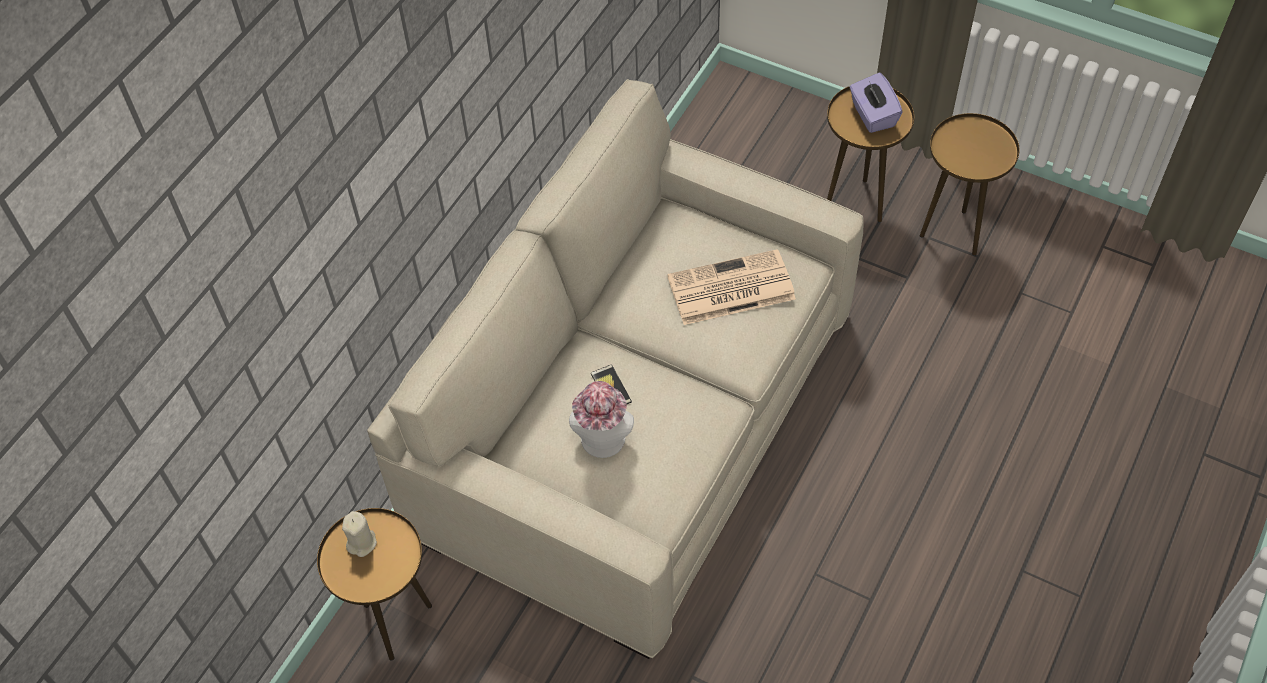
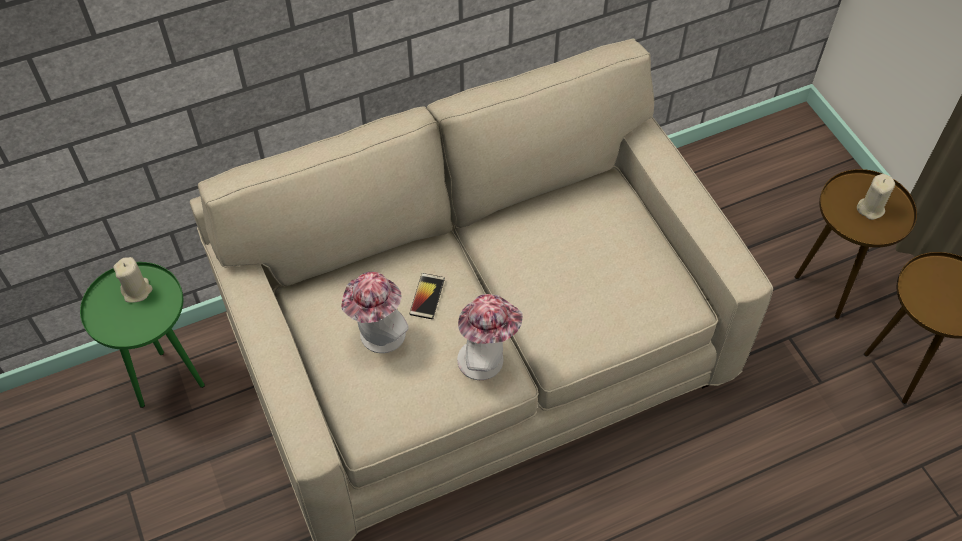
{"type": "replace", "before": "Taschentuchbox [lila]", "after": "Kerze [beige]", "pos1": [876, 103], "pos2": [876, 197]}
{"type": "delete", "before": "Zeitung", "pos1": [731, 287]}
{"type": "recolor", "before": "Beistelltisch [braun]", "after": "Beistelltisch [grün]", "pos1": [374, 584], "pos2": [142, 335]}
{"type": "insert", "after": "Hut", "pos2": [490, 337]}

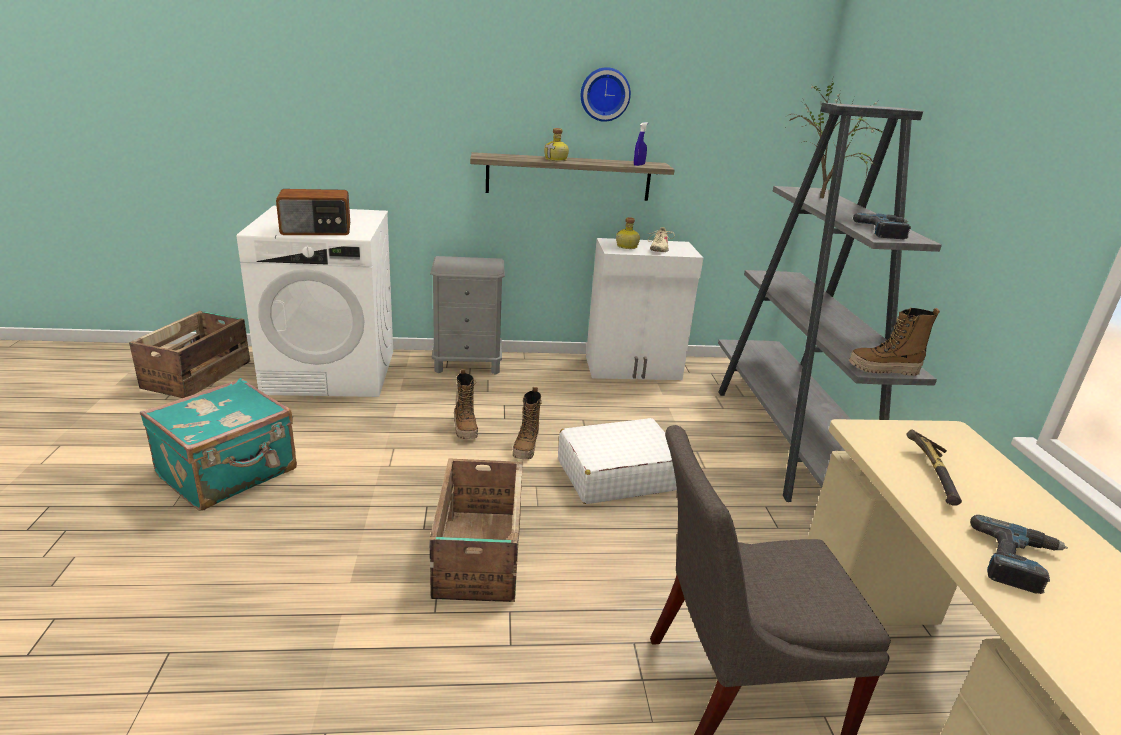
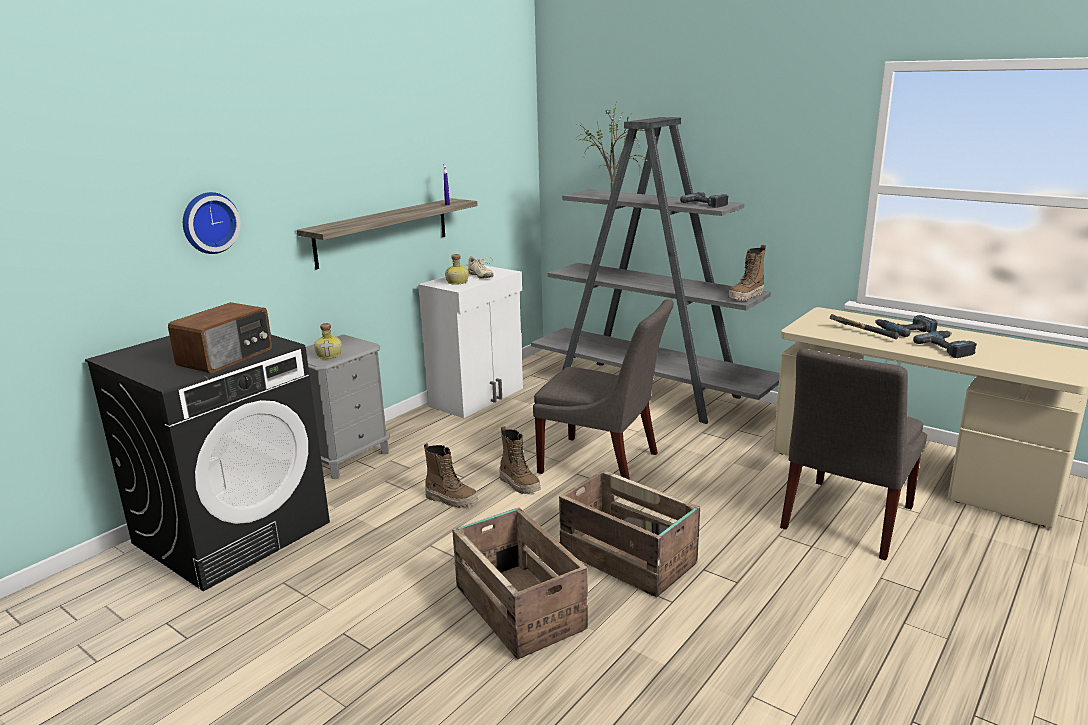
{"type": "move", "before": "Wanduhr", "pos1": [606, 94], "pos2": [212, 223]}
{"type": "move", "before": "Flasche", "pos1": [556, 144], "pos2": [328, 341]}
{"type": "recolor", "before": "Waschmaschine [weiß]", "after": "Waschmaschine [schwarz]", "pos1": [315, 301], "pos2": [207, 463]}
{"type": "move", "before": "Kiste", "pos1": [189, 354], "pos2": [520, 583]}
{"type": "delete", "before": "Koffer [türkis]", "pos1": [218, 444]}
{"type": "replace", "before": "Koffer [weiß]", "after": "Stuhl [grau]", "pos1": [617, 461], "pos2": [603, 389]}
{"type": "insert", "after": "Bohrmaschine", "pos2": [906, 326]}

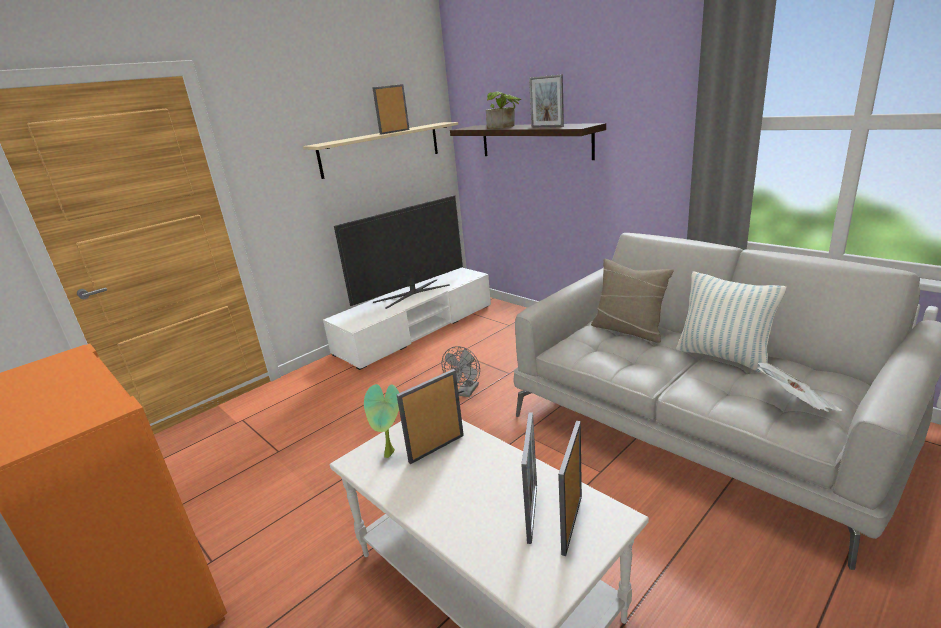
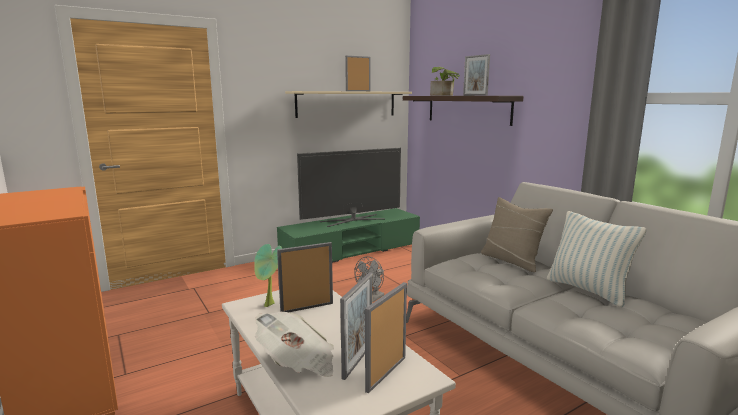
{"type": "recolor", "before": "Fernsehschrank [weiß]", "after": "Fernsehschrank [grün]", "pos1": [407, 319], "pos2": [348, 235]}
{"type": "move", "before": "Zeitung", "pos1": [800, 387], "pos2": [294, 344]}

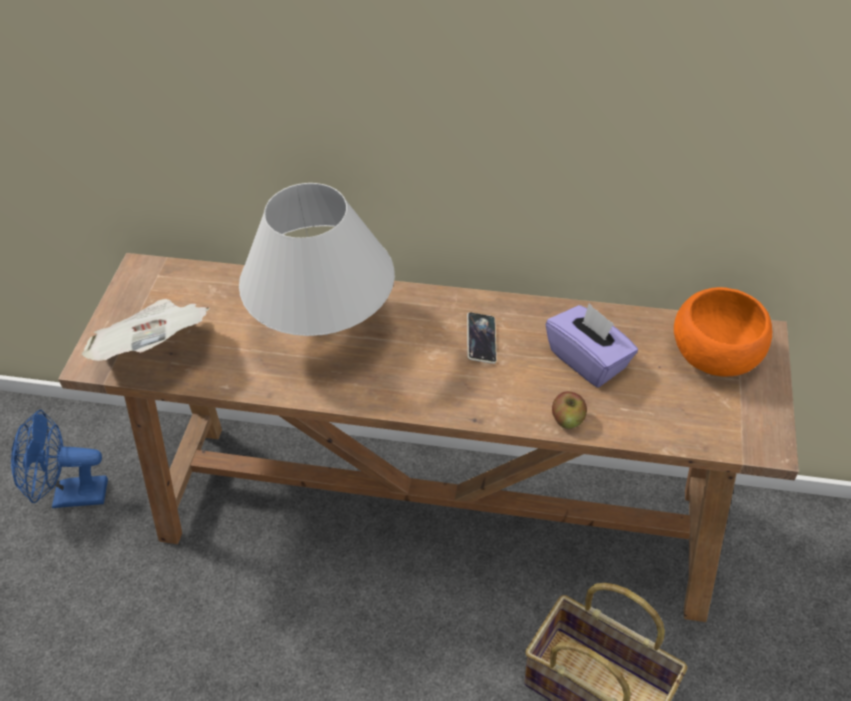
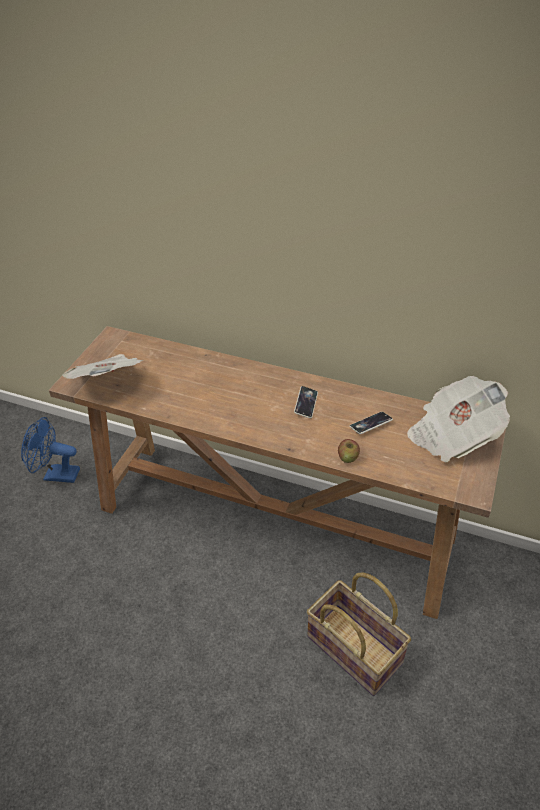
{"type": "delete", "before": "Tischlampe [weiß]", "pos1": [317, 259]}
{"type": "replace", "before": "Schüssel [orange]", "after": "Zeitung", "pos1": [723, 332], "pos2": [458, 419]}
{"type": "replace", "before": "Taschentuchbox [lila]", "after": "Handy", "pos1": [591, 345], "pos2": [371, 423]}

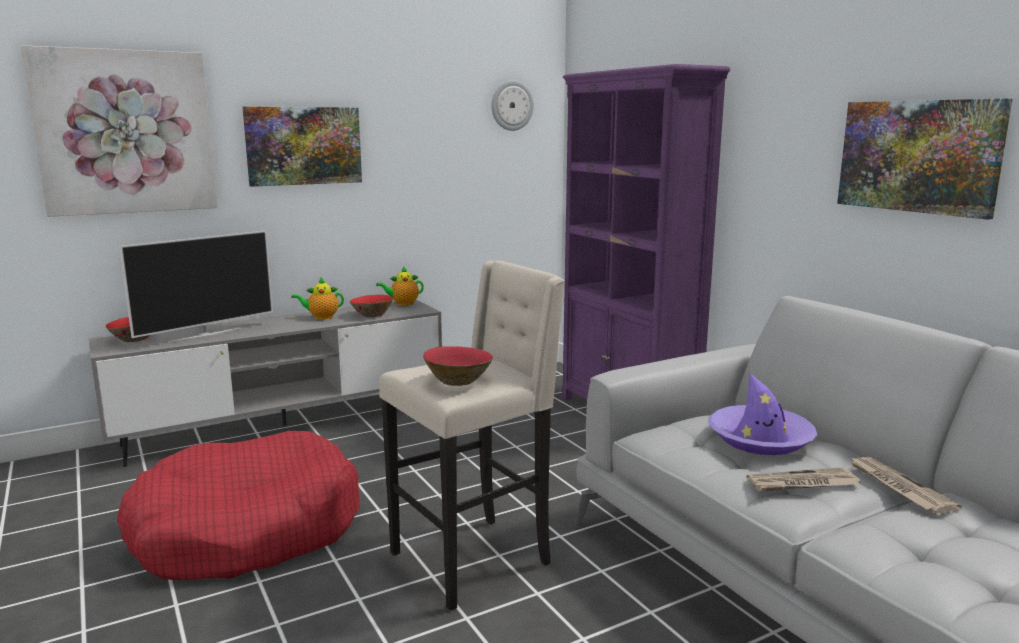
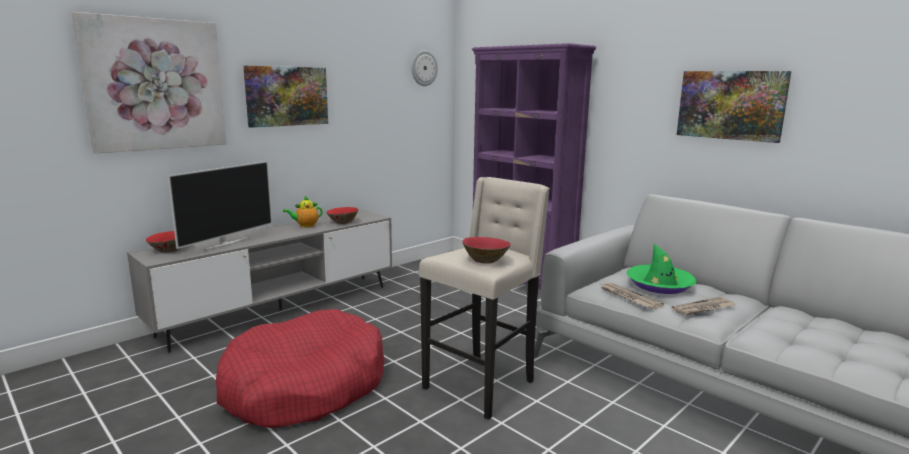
{"type": "delete", "before": "Teekanne", "pos1": [400, 286]}
{"type": "recolor", "before": "Hut [lila]", "after": "Hut [grün]", "pos1": [763, 414], "pos2": [661, 269]}
{"type": "move", "before": "Zeitung", "pos1": [906, 485], "pos2": [632, 296]}

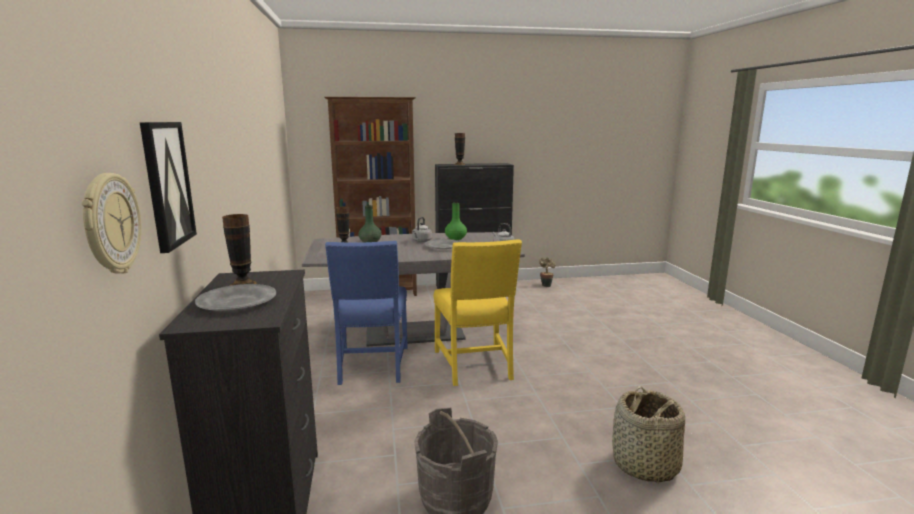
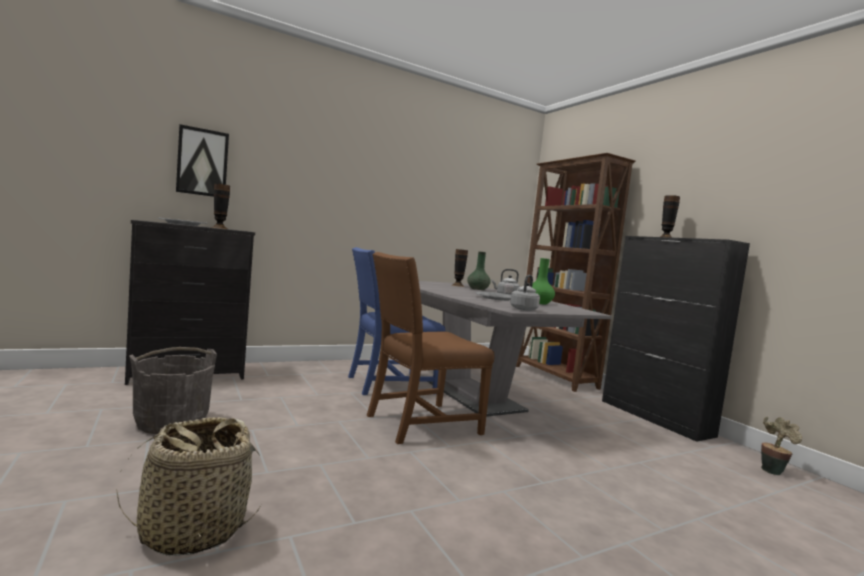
{"type": "delete", "before": "Wanduhr", "pos1": [111, 223]}
{"type": "recolor", "before": "Stuhl [gelb]", "after": "Stuhl [braun]", "pos1": [478, 312], "pos2": [431, 348]}

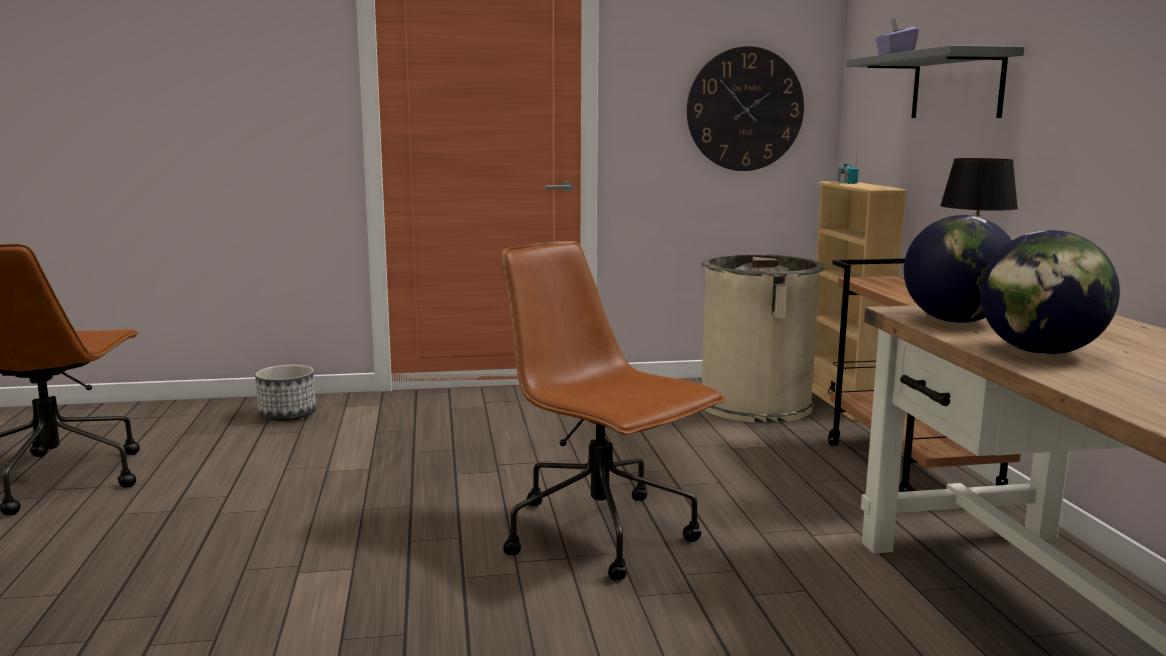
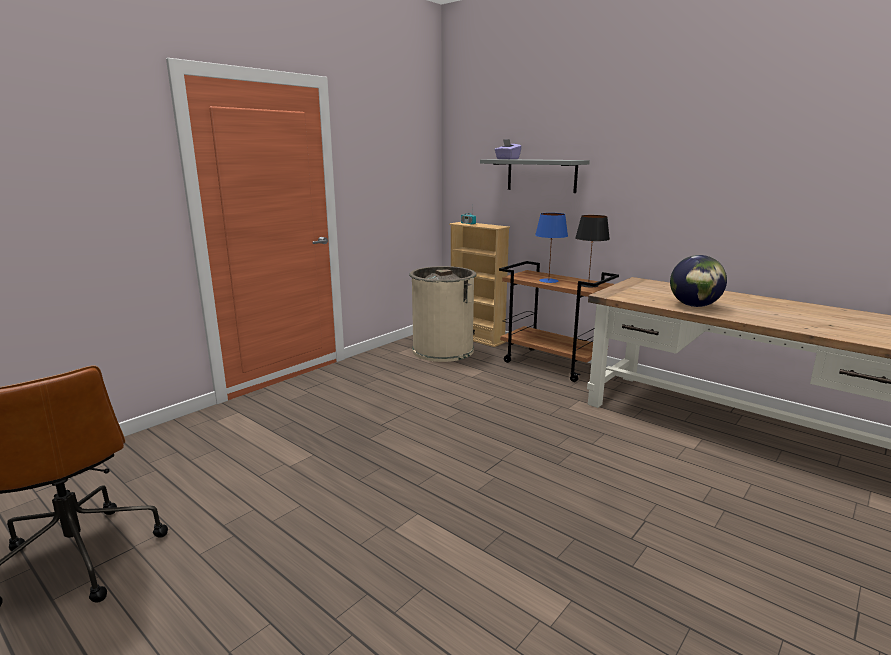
{"type": "delete", "before": "Wanduhr", "pos1": [745, 108]}
{"type": "delete", "before": "Globus", "pos1": [958, 269]}
{"type": "delete", "before": "Bürostuhl [braun]", "pos1": [613, 410]}
{"type": "delete", "before": "Pflanzkübel", "pos1": [285, 393]}
{"type": "insert", "after": "Tischlampe [blau]", "pos2": [551, 248]}

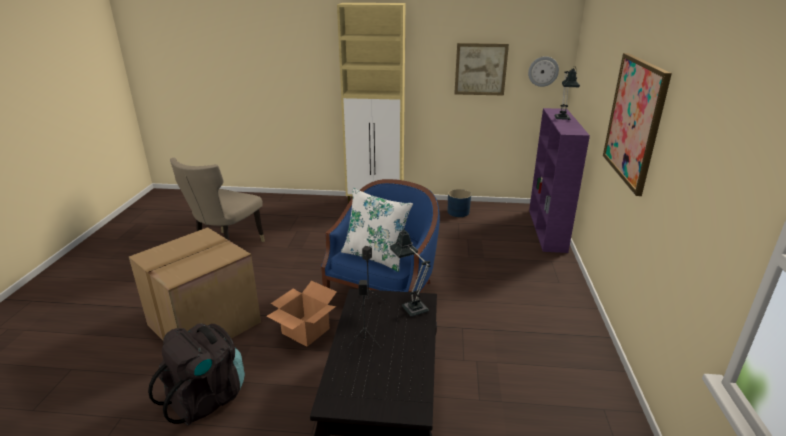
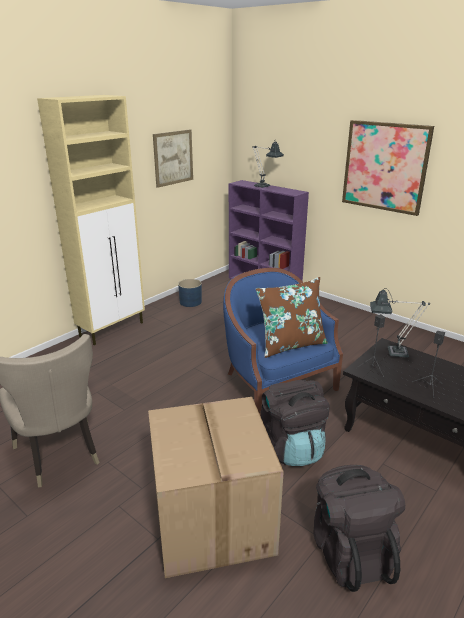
{"type": "delete", "before": "Wanduhr", "pos1": [543, 71]}
{"type": "recolor", "before": "Kissen [weiß]", "after": "Kissen [braun]", "pos1": [377, 230], "pos2": [292, 317]}
{"type": "replace", "before": "Karton", "after": "Rucksack [schwarz]", "pos1": [301, 314], "pos2": [295, 423]}

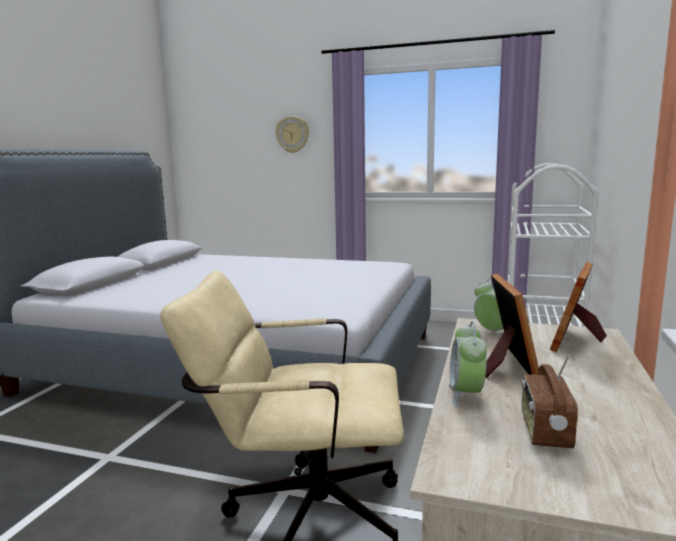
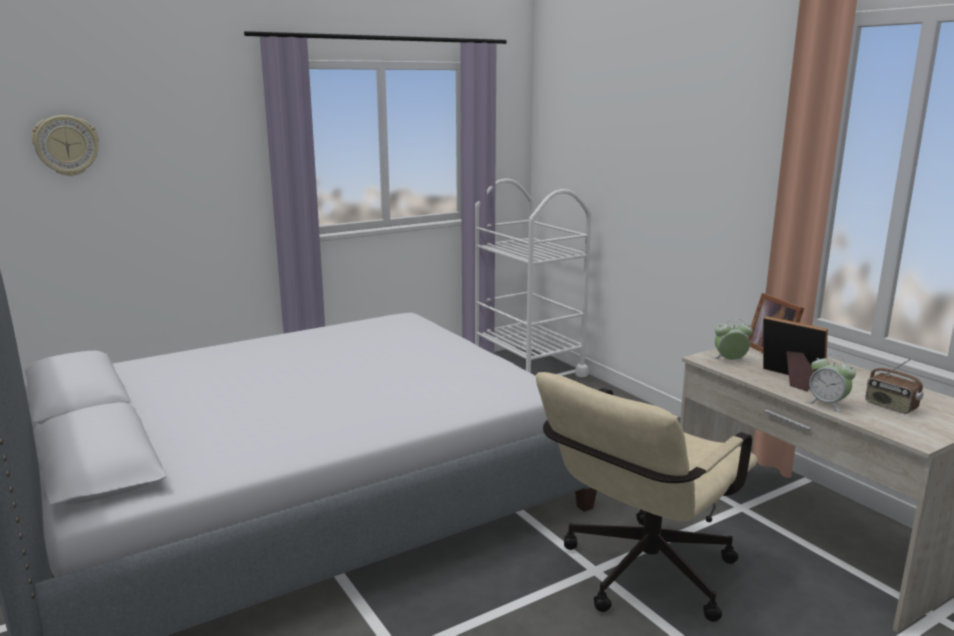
{"type": "move", "before": "Wanduhr", "pos1": [292, 134], "pos2": [65, 145]}

